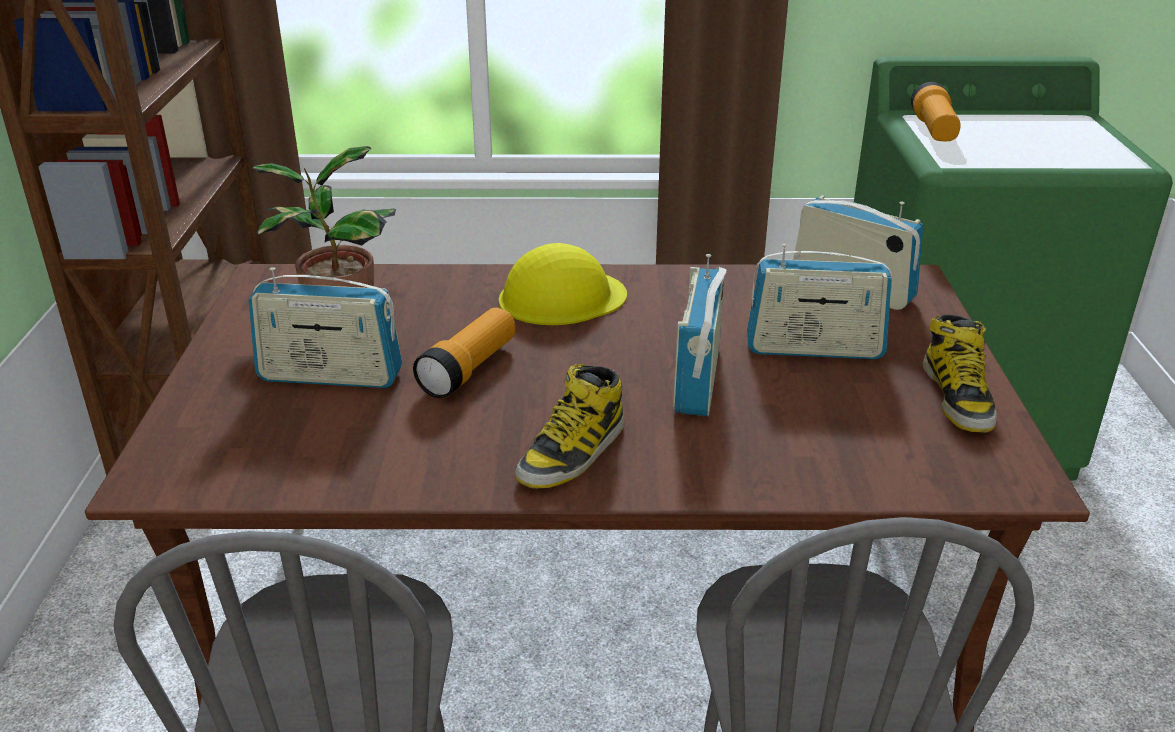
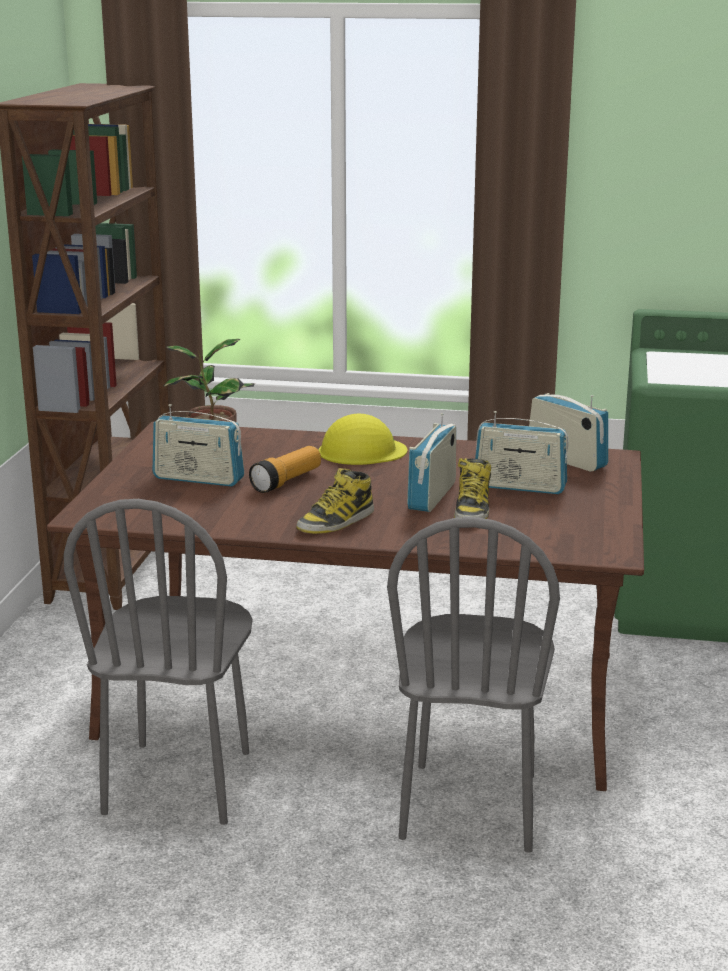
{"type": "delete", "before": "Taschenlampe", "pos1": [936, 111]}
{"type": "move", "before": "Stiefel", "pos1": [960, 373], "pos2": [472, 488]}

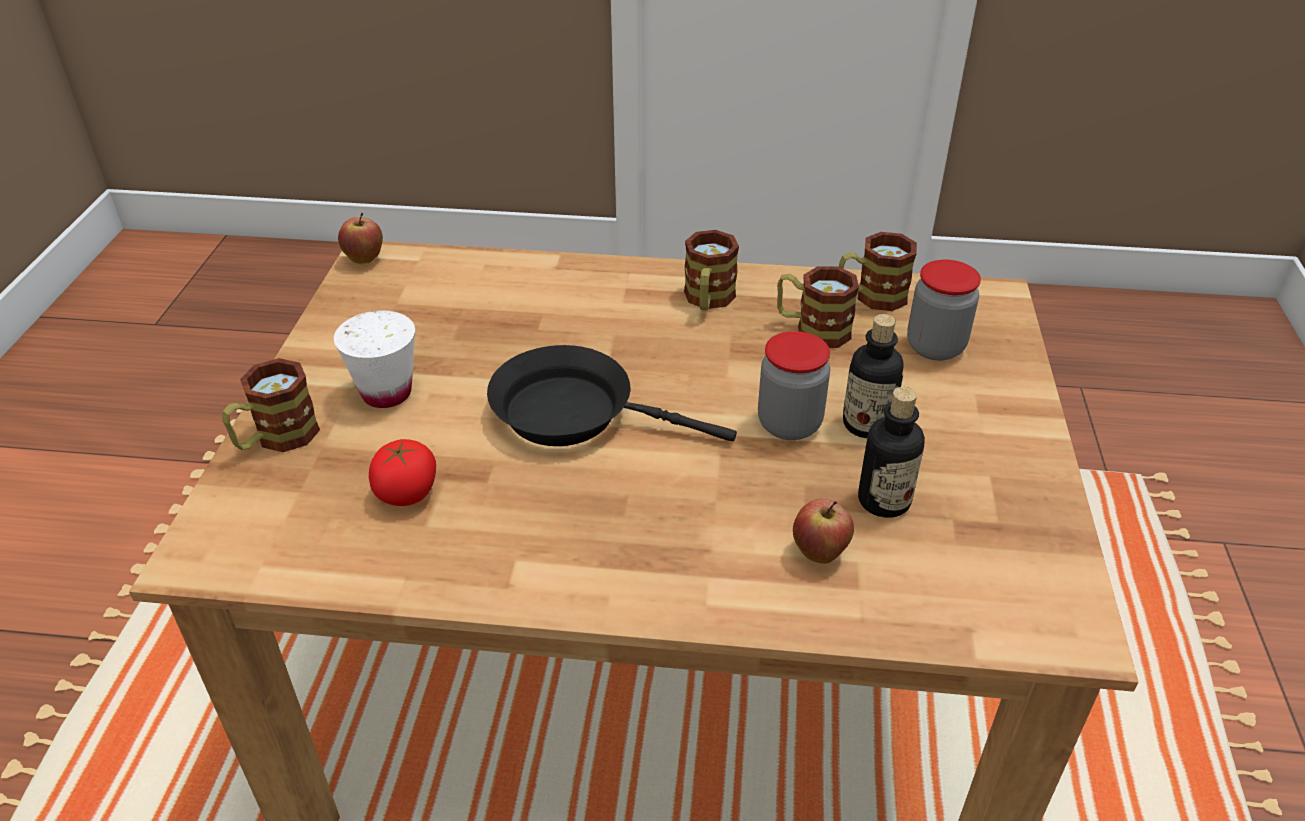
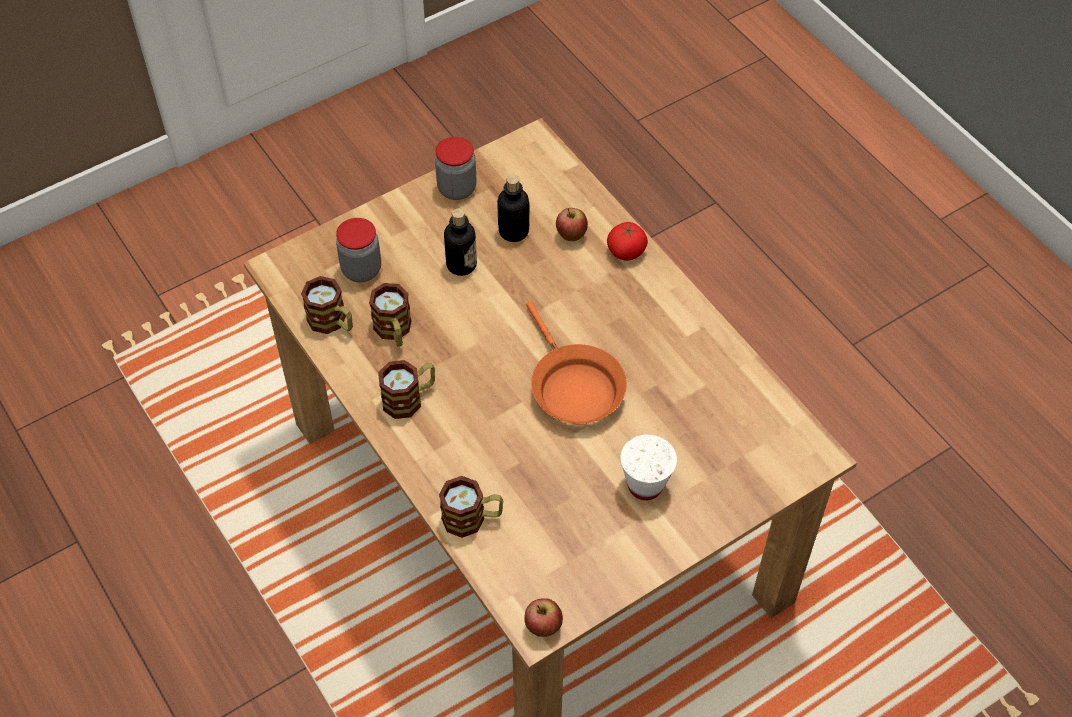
{"type": "move", "before": "Vorratsglas", "pos1": [794, 385], "pos2": [456, 168]}
{"type": "recolor", "before": "Pfanne [schwarz]", "after": "Pfanne [orange]", "pos1": [612, 395], "pos2": [576, 362]}
{"type": "move", "before": "Henkelbecher", "pos1": [271, 405], "pos2": [471, 507]}
{"type": "move", "before": "Tomate", "pos1": [402, 472], "pos2": [627, 241]}

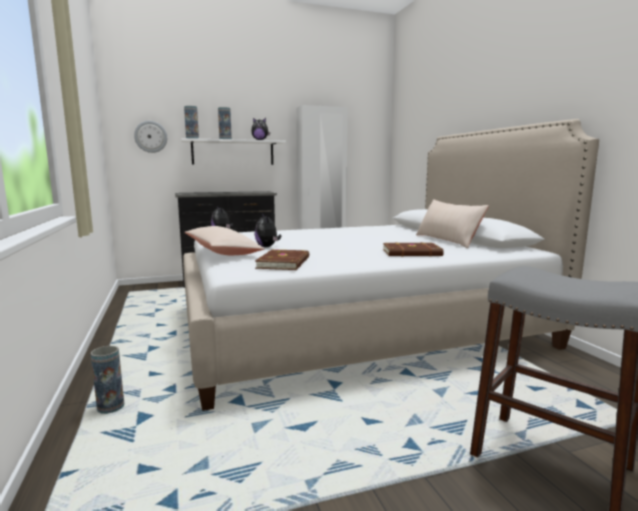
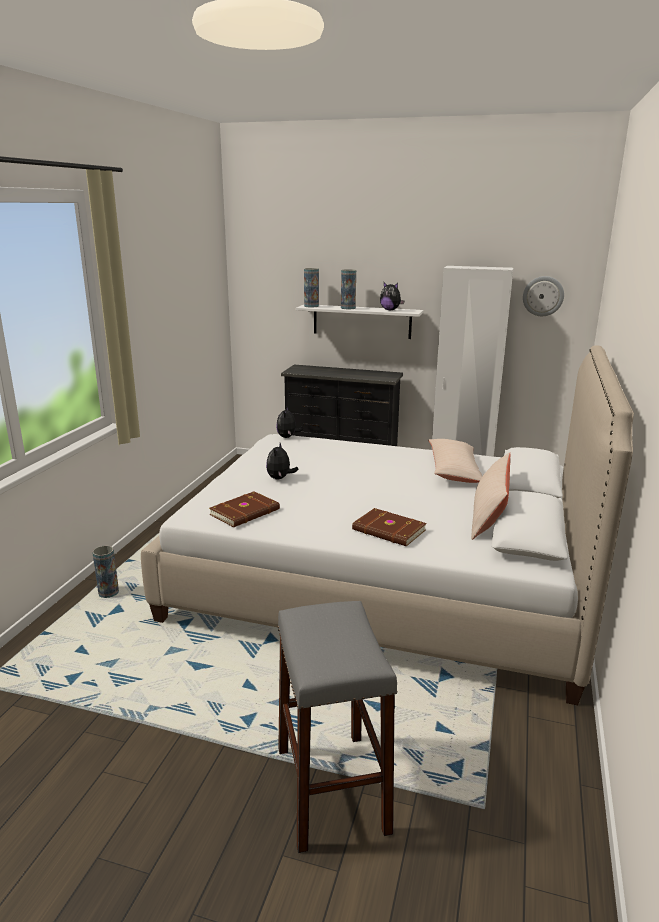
{"type": "move", "before": "Wanduhr", "pos1": [150, 137], "pos2": [543, 296]}
{"type": "move", "before": "Kissen [beige]", "pos1": [225, 240], "pos2": [455, 461]}

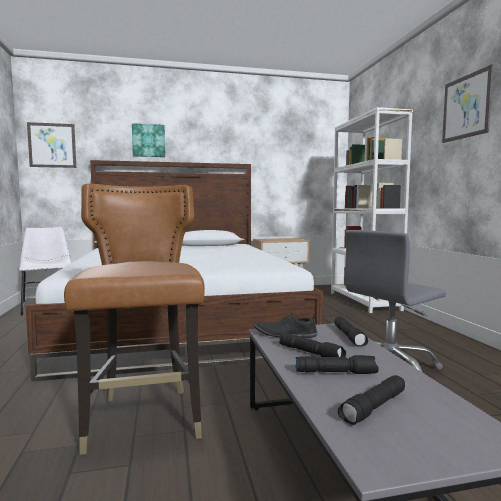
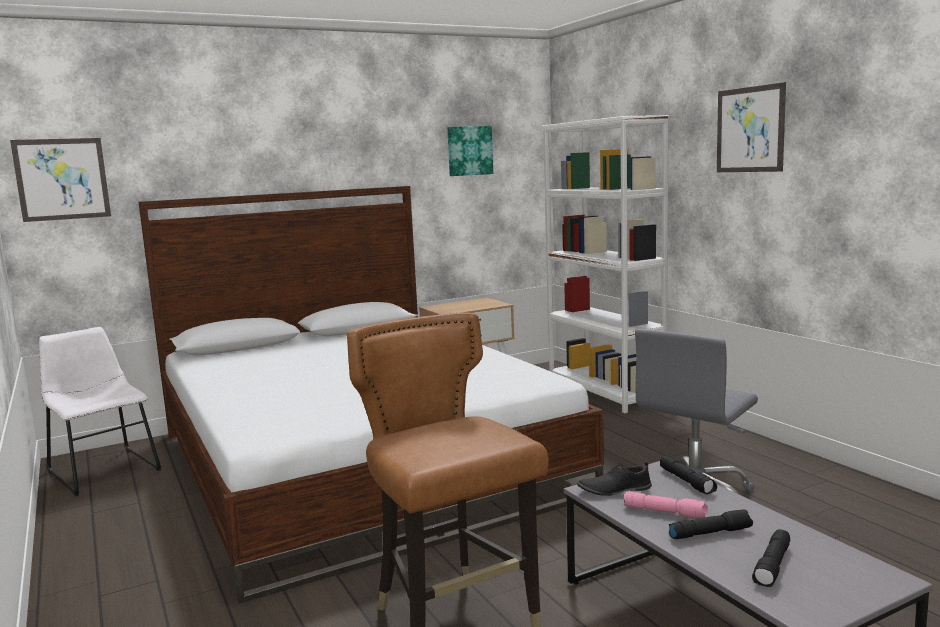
{"type": "move", "before": "Bild", "pos1": [148, 140], "pos2": [470, 151]}
{"type": "recolor", "before": "Taschenlampe [schwarz]", "after": "Taschenlampe [rosa]", "pos1": [312, 345], "pos2": [666, 505]}

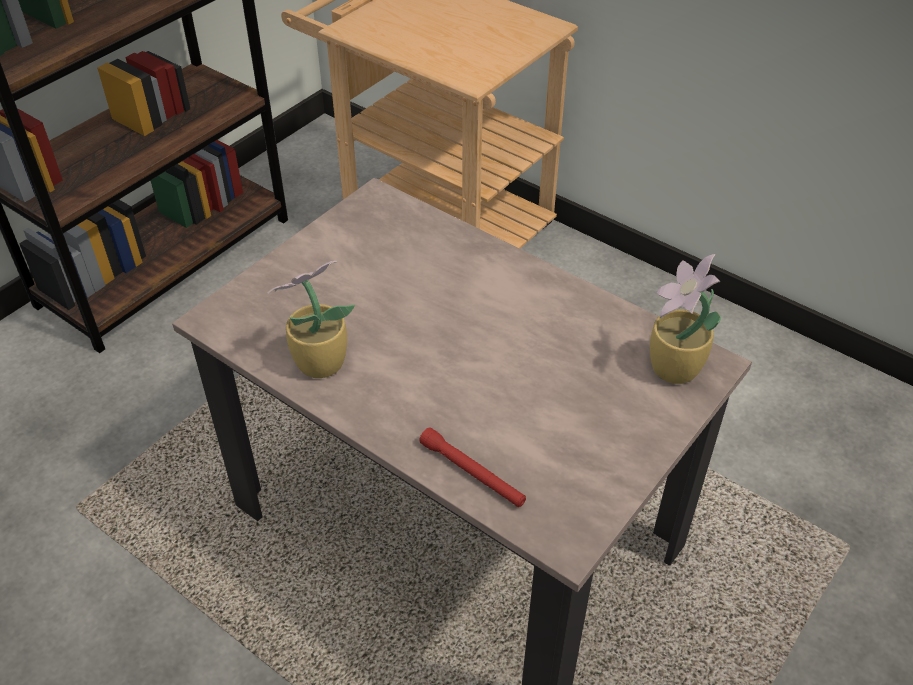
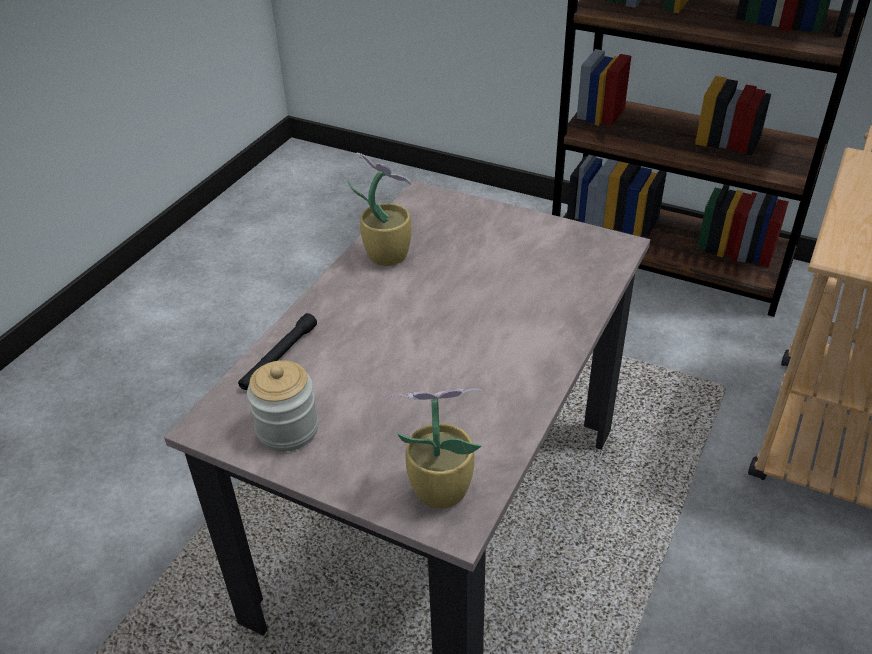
{"type": "recolor", "before": "Taschenlampe [rot]", "after": "Taschenlampe [schwarz]", "pos1": [472, 467], "pos2": [277, 351]}
{"type": "insert", "after": "Vorratsglas", "pos2": [283, 405]}

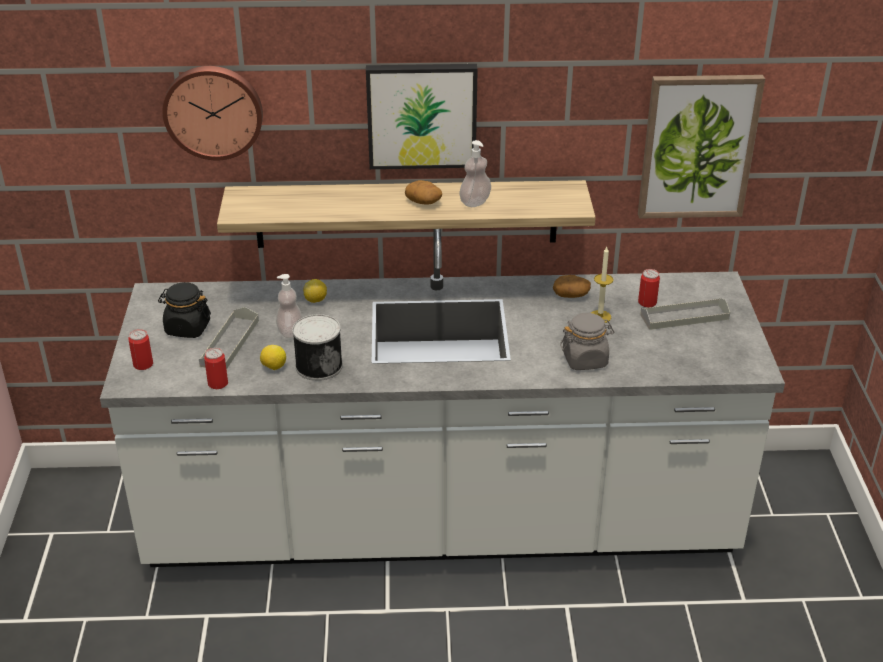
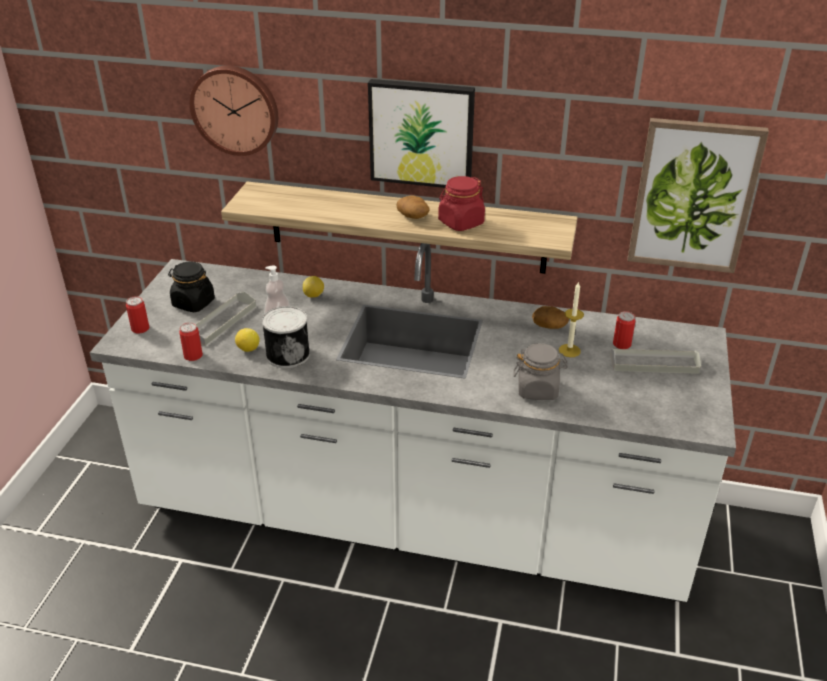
{"type": "replace", "before": "Seifenspender", "after": "Vorratsglas [rot]", "pos1": [475, 173], "pos2": [461, 203]}

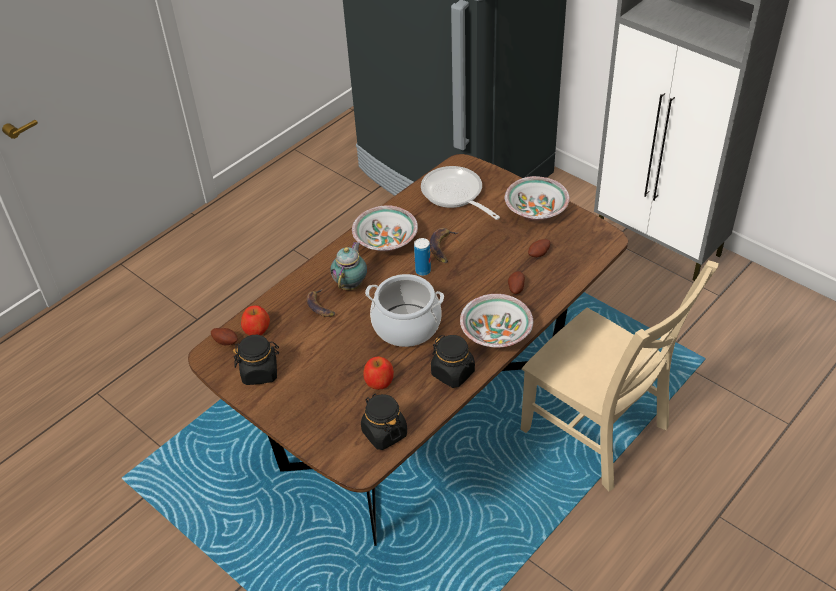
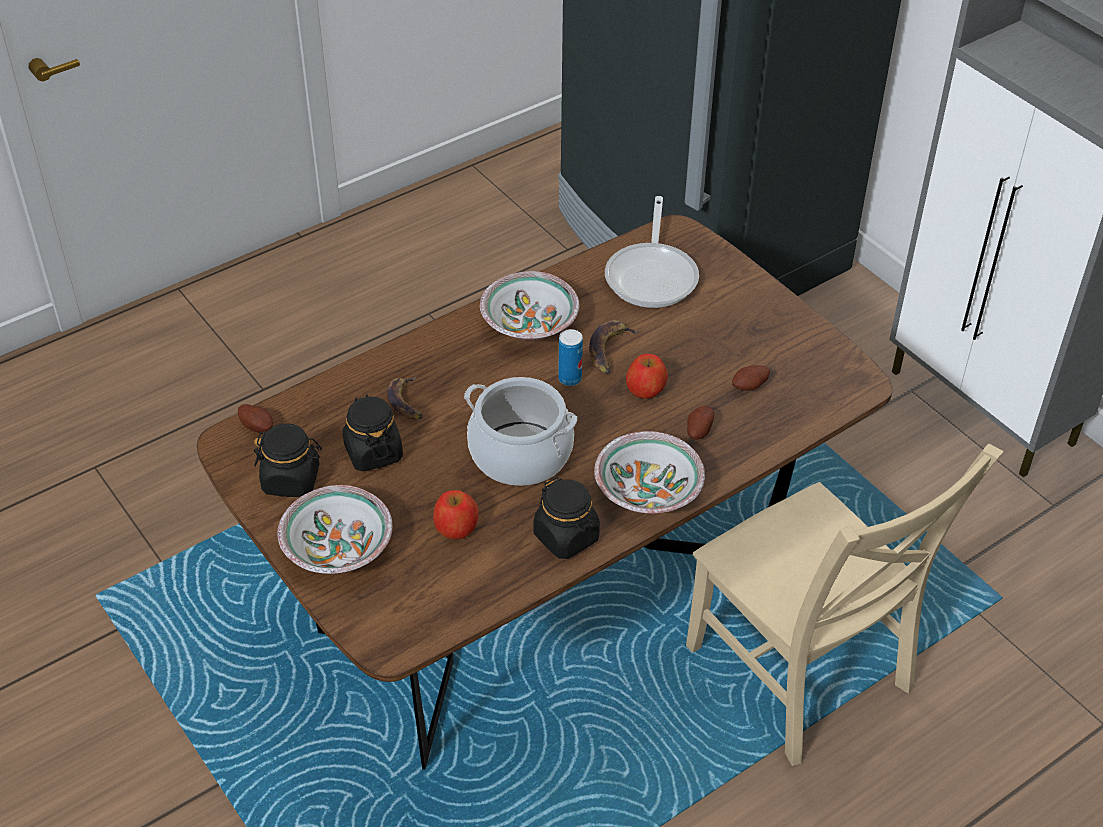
{"type": "rotate", "before": "Pfanne", "pos1": [460, 193], "pos2": [652, 252], "turn": -150}
{"type": "move", "before": "Schüssel", "pos1": [537, 198], "pos2": [334, 529]}
{"type": "delete", "before": "Teekanne", "pos1": [348, 266]}
{"type": "move", "before": "Apfel", "pos1": [255, 320], "pos2": [647, 376]}
{"type": "move", "before": "Vorratsglas [schwarz]", "pos1": [384, 422], "pos2": [372, 433]}

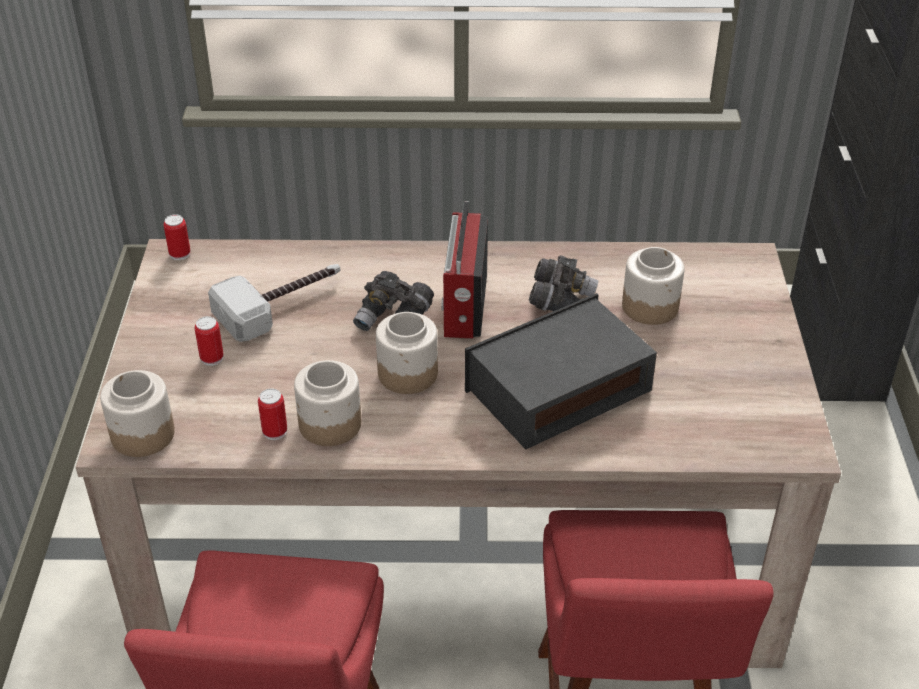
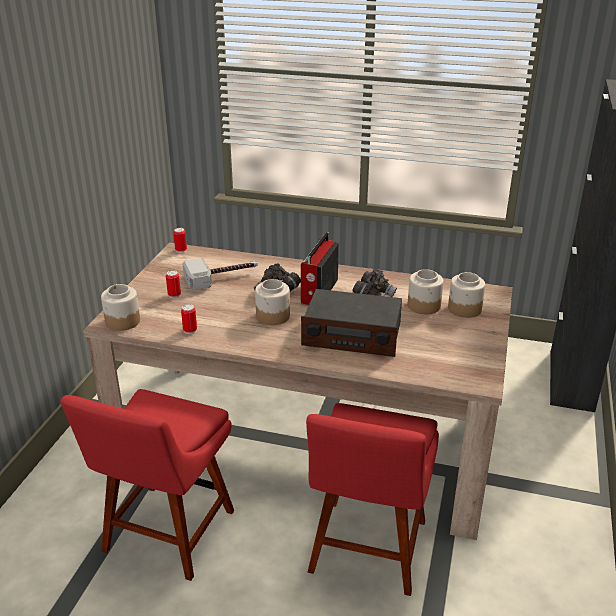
{"type": "rotate", "before": "Radio", "pos1": [561, 371], "pos2": [351, 323], "turn": -150}
{"type": "move", "before": "Vorratsglas", "pos1": [327, 403], "pos2": [466, 295]}

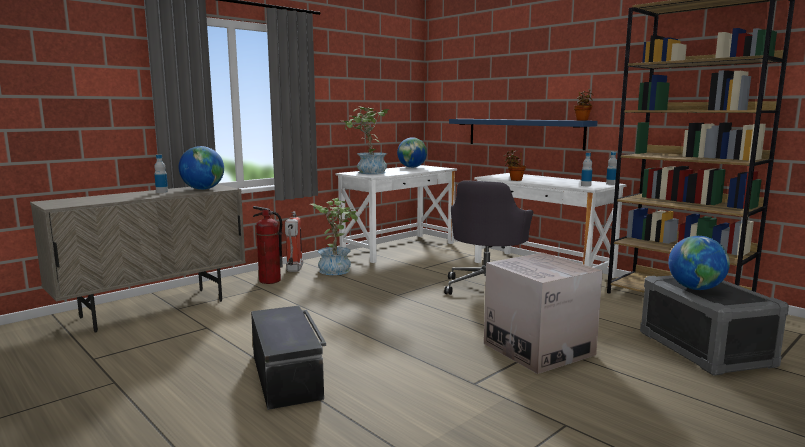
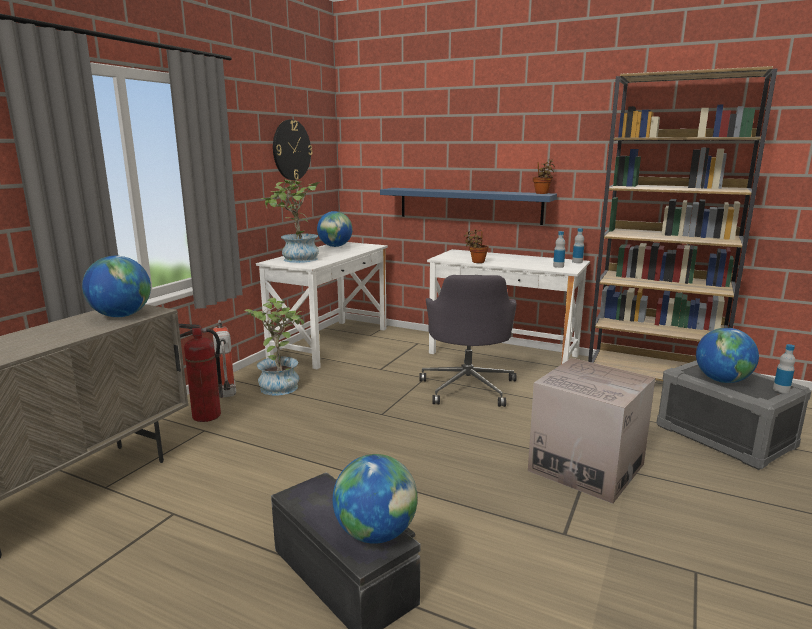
{"type": "move", "before": "Flasche", "pos1": [161, 174], "pos2": [784, 368]}
{"type": "insert", "after": "Wanduhr", "pos2": [292, 149]}
{"type": "insert", "after": "Globus", "pos2": [375, 499]}

